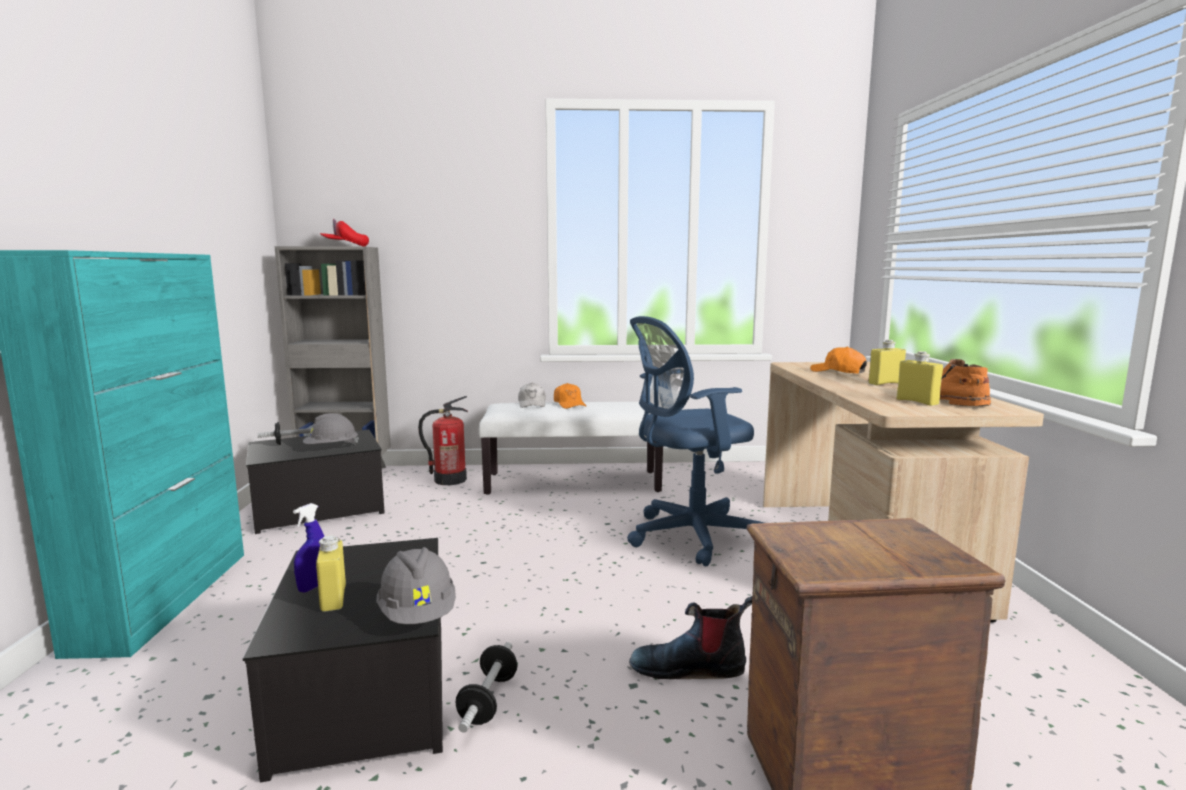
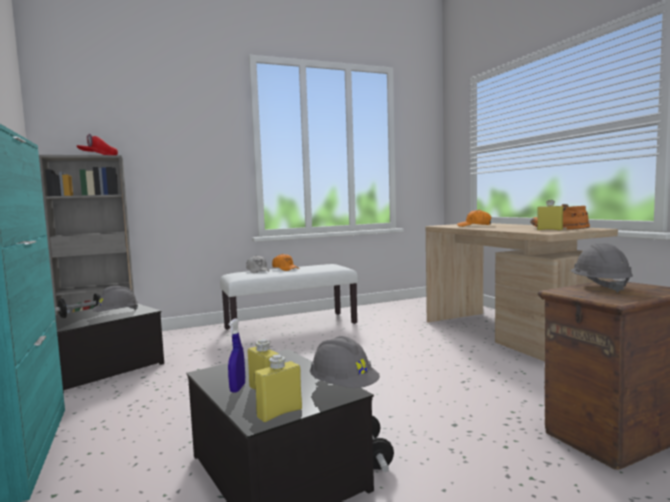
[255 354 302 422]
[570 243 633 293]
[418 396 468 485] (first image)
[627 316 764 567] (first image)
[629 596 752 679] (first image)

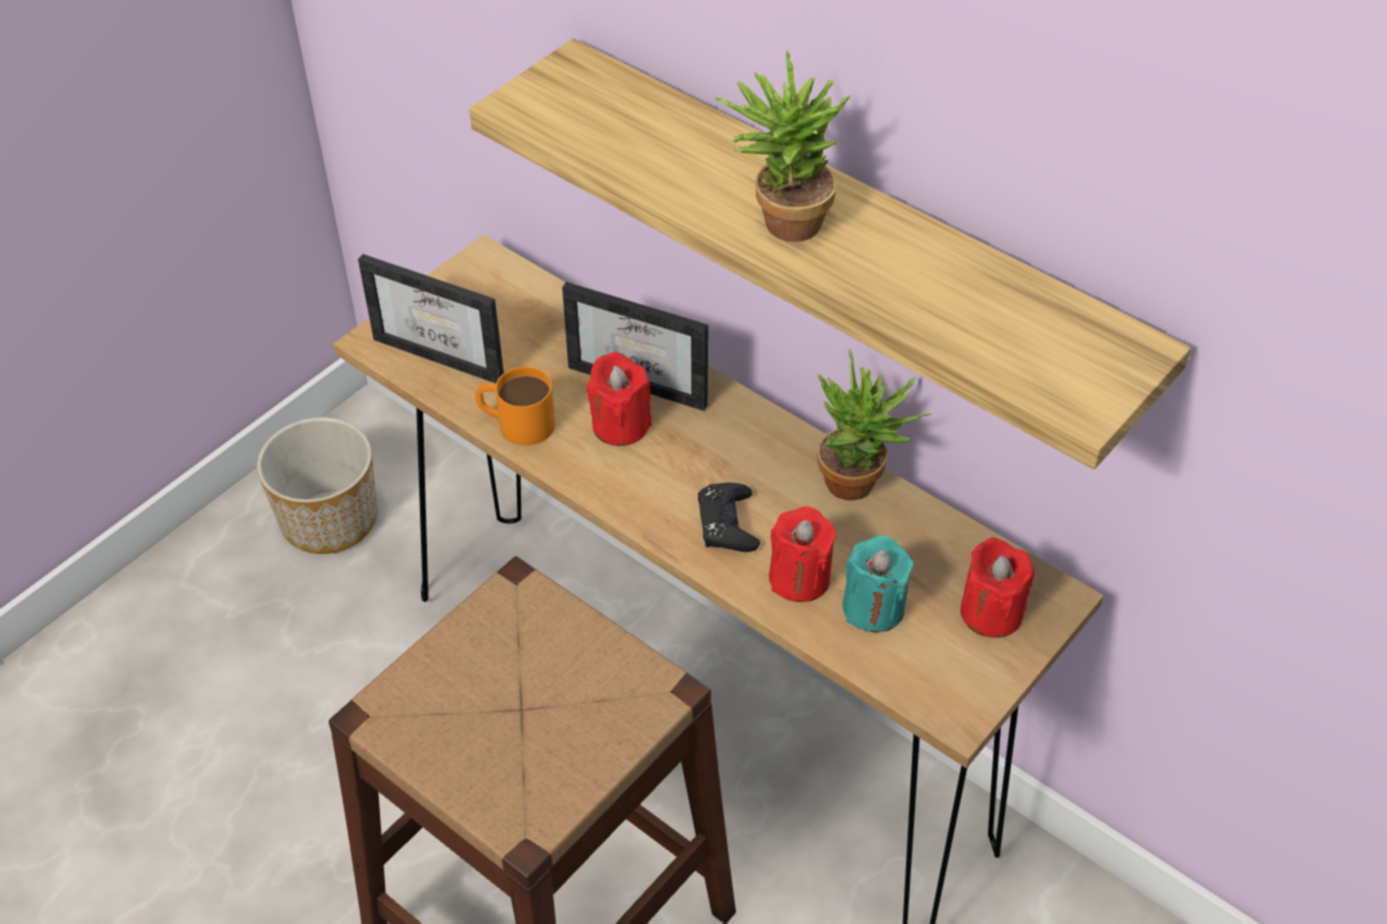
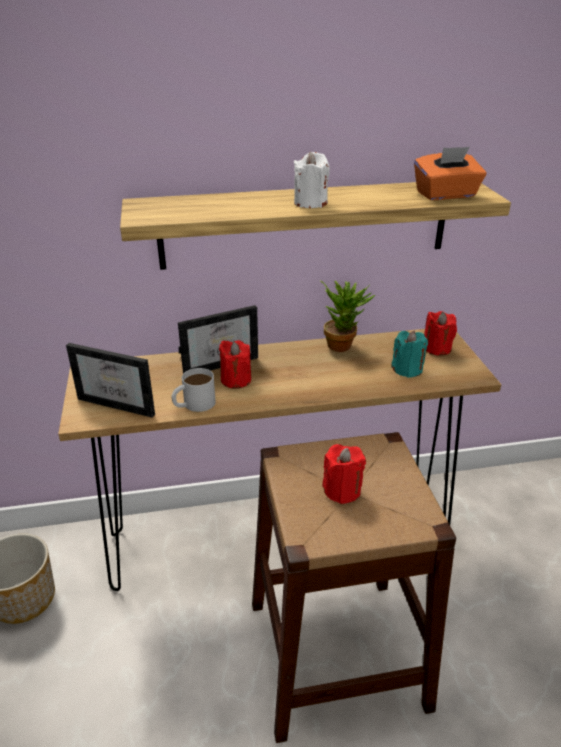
[66 343 155 418]
[171 368 216 412]
[294 152 330 208]
[322 444 366 504]
[414 147 486 200]
[698 483 760 552] (first image)

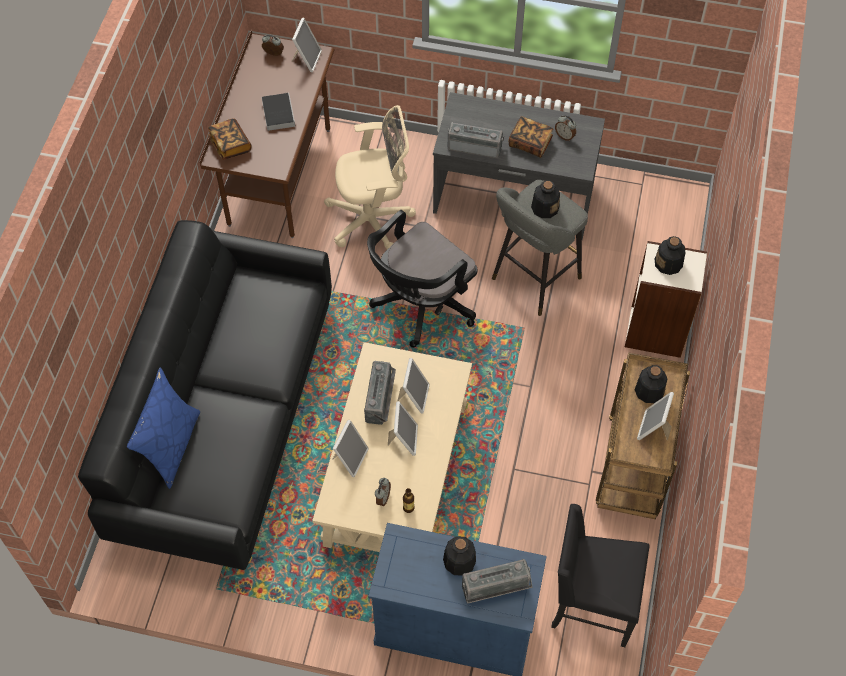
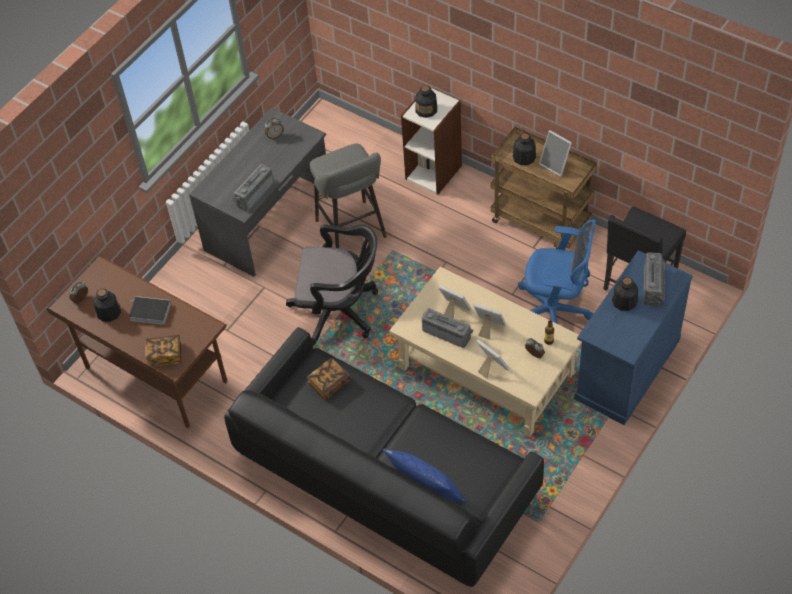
[93 289 121 322]
[286 224 378 346]
[307 358 350 400]
[518 219 596 324]
[292 18 322 72] (first image)
[324 105 416 249] (first image)

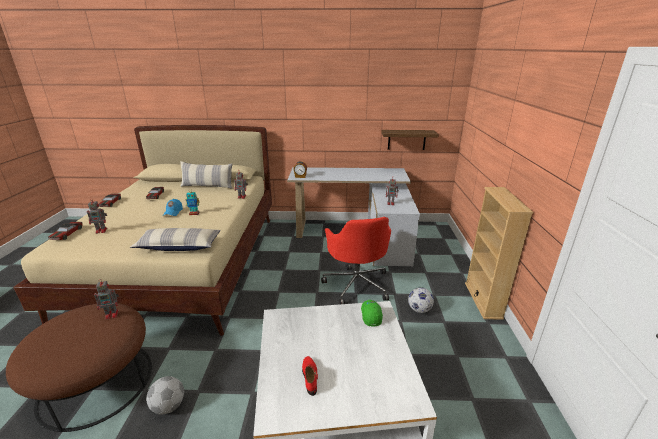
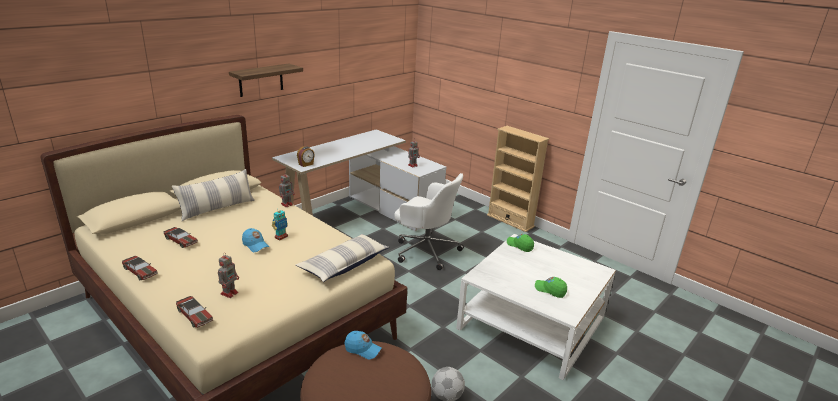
[229 64 303 97]
[345 331 382 359]
[394 173 464 270]
[535 277 567 298]
[408 287 434 313] (first image)

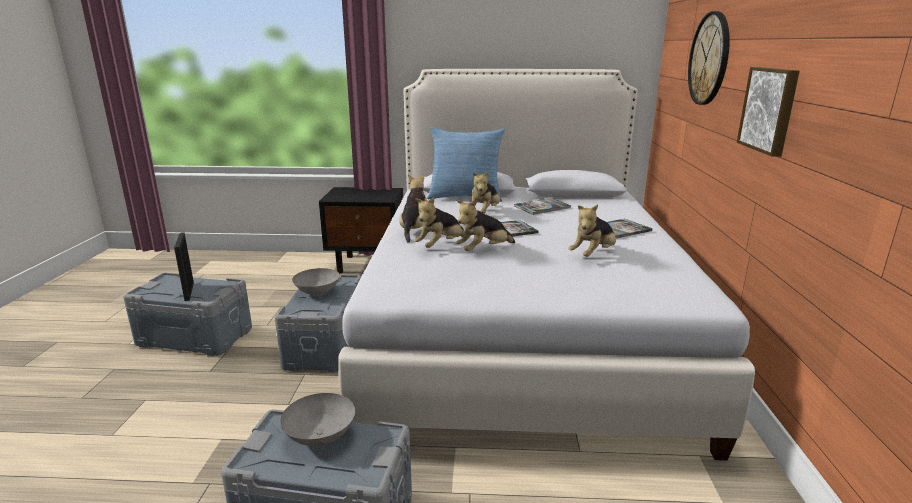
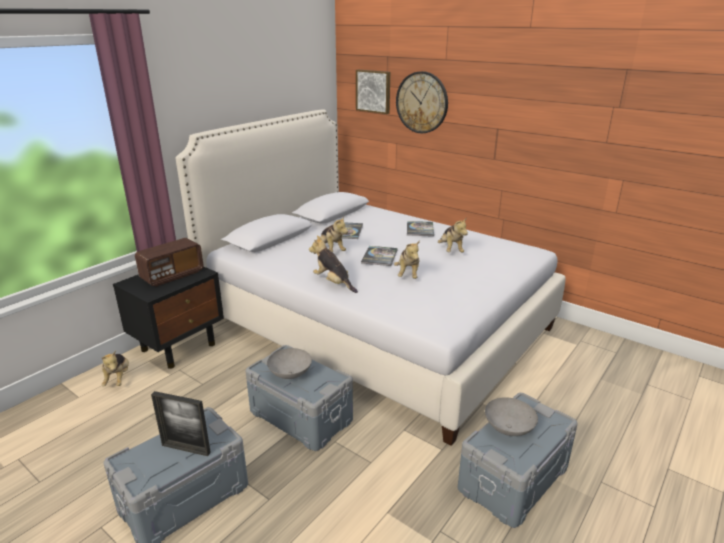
[101 350 129 387]
[135 238 204 287]
[356 70 390 114]
[427 127 505 202] (first image)

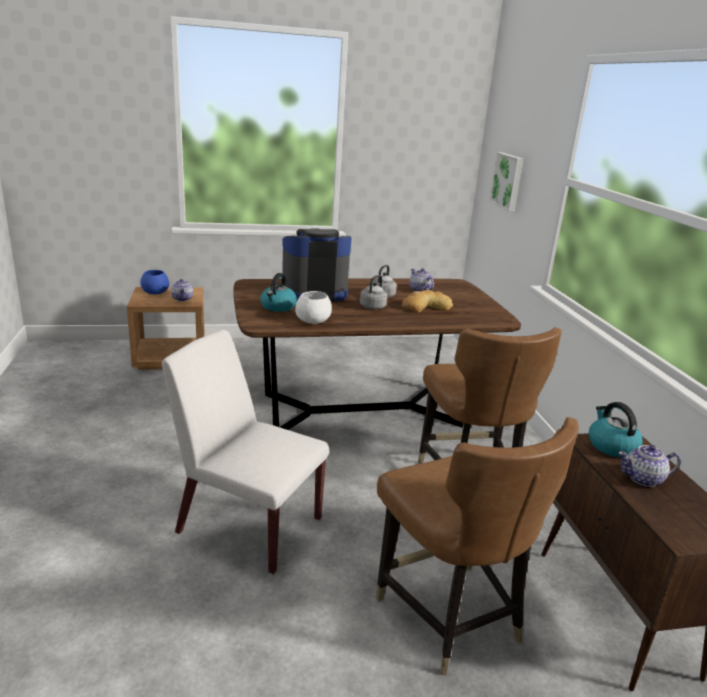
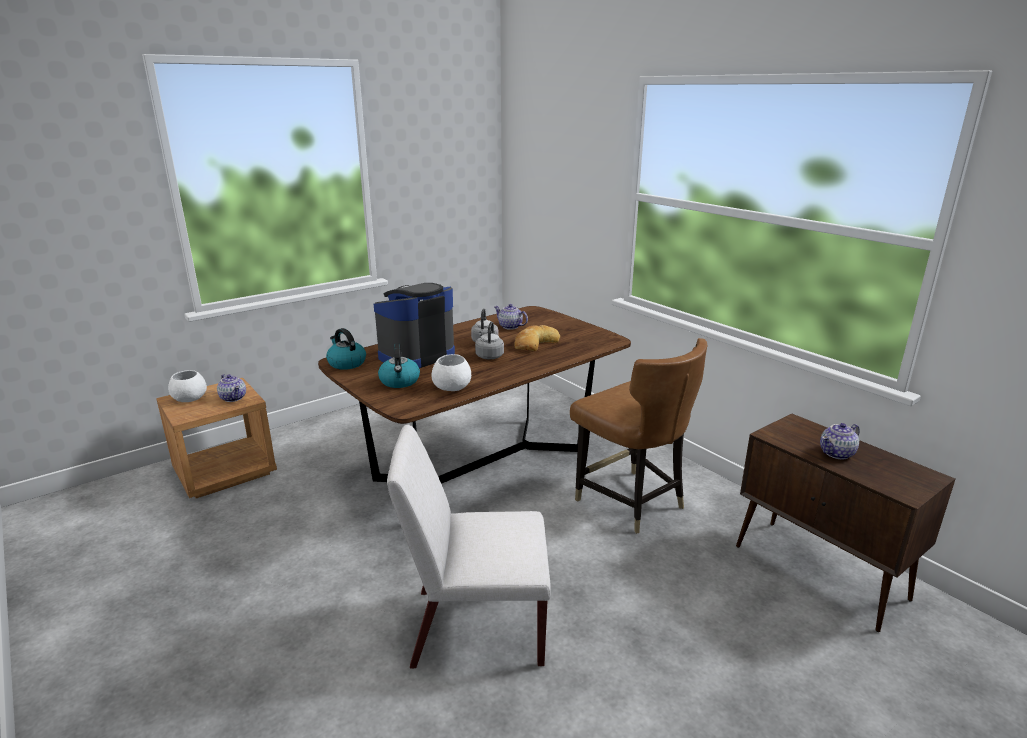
[168 370 207 402]
[326 328 366 370]
[376 417 579 675] (first image)
[489 152 523 212] (first image)

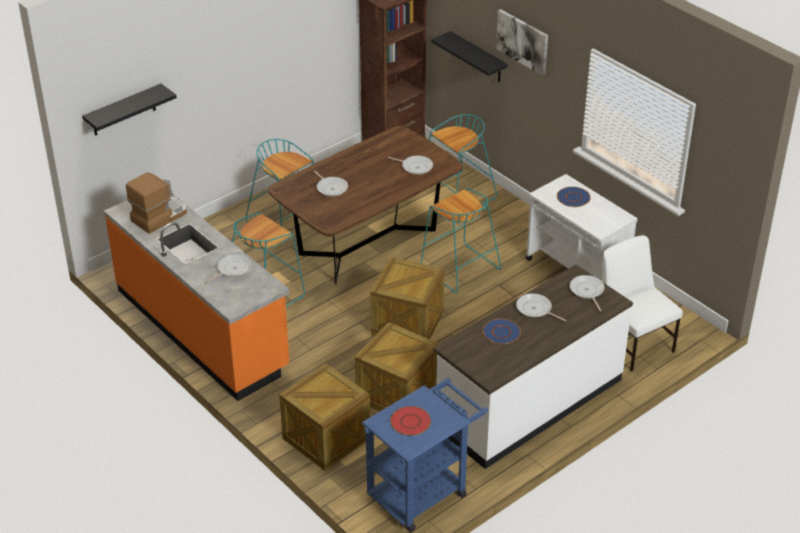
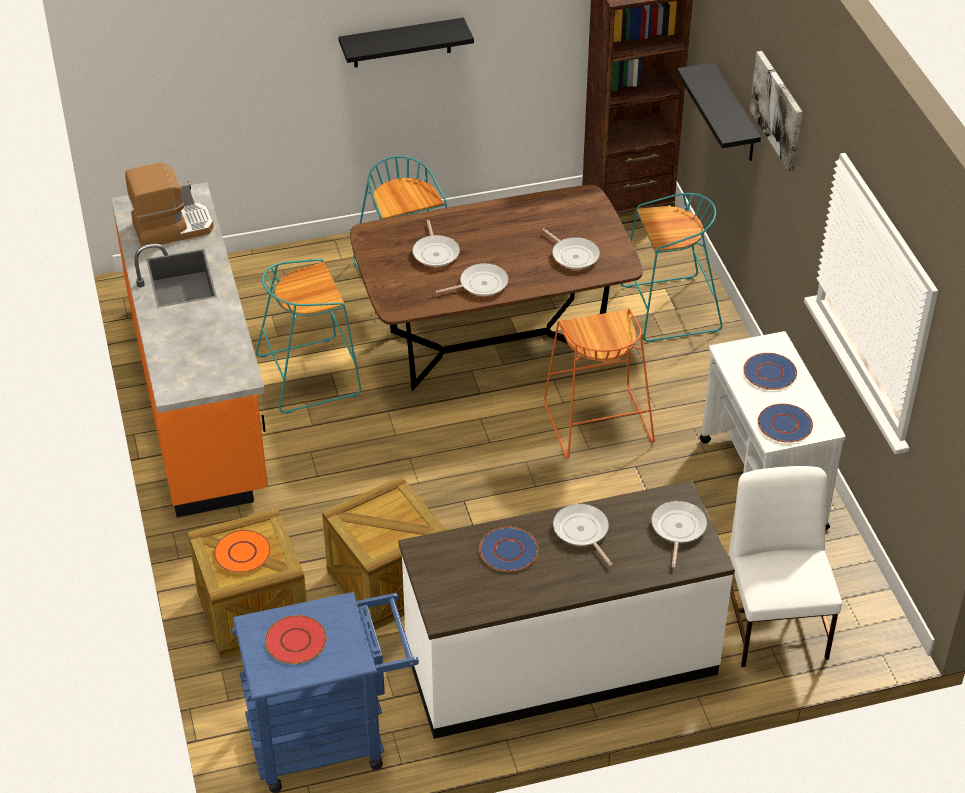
[214 530 271 573]
[338 18 474 67]
[436 263 508 296]
[544 308 655 459]
[758 404 813 443]
[370 257 445 339] (first image)

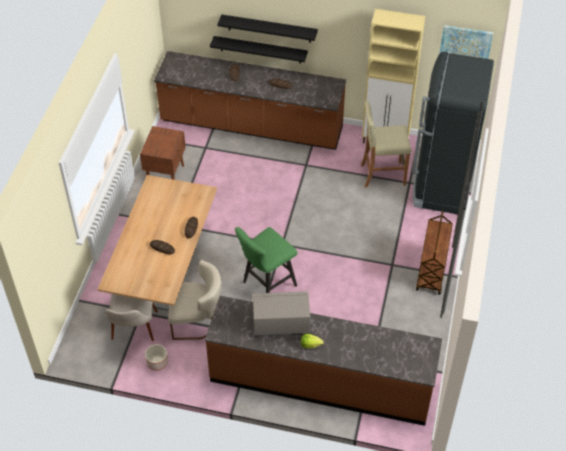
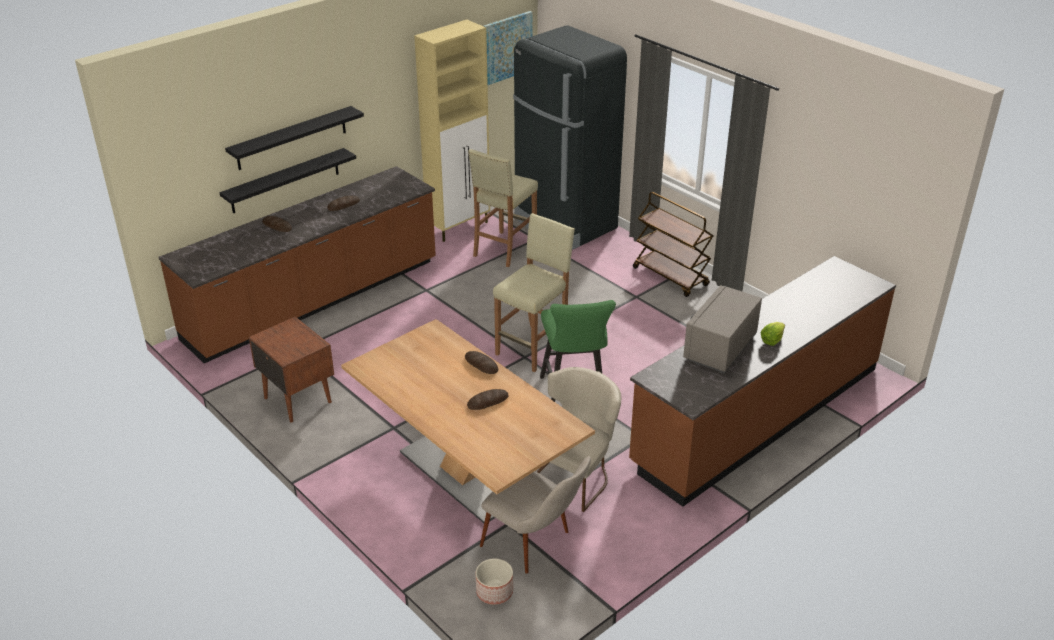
[476 558 513 605]
[493 213 575 372]

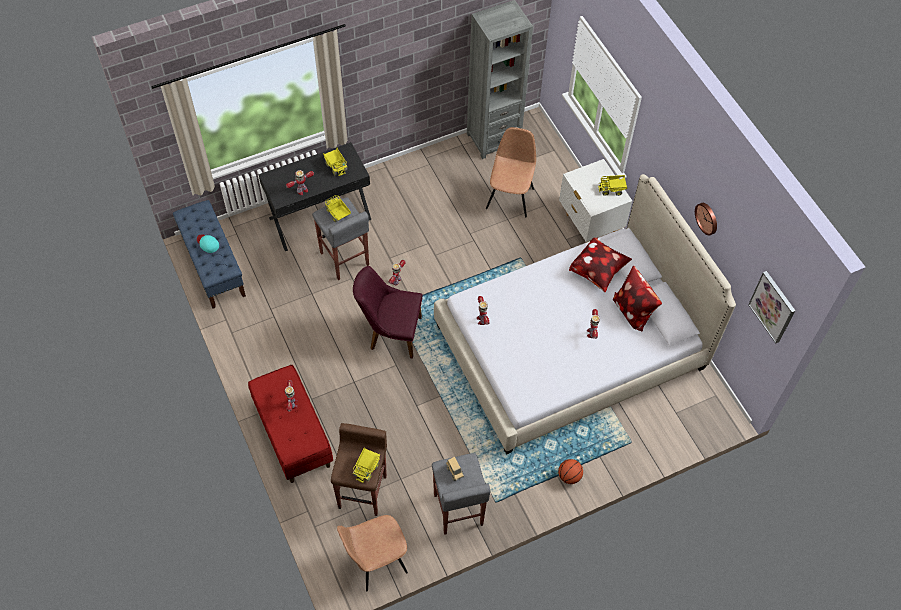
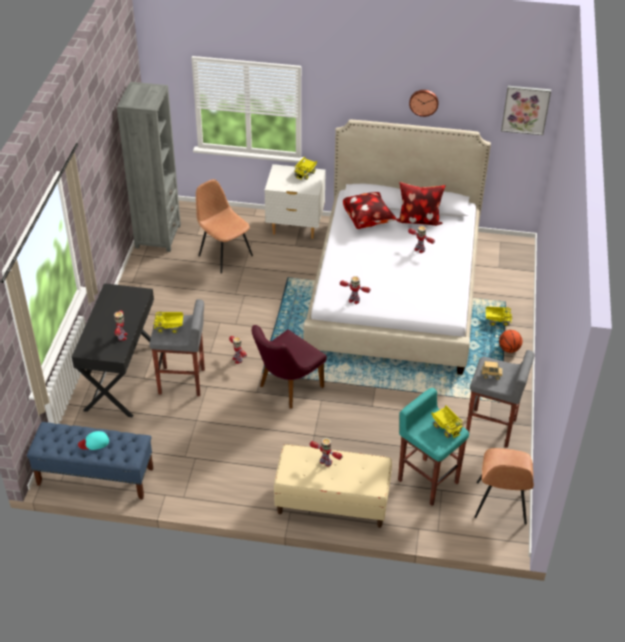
[274 444 392 528]
[398 388 469 506]
[486 306 512 326]

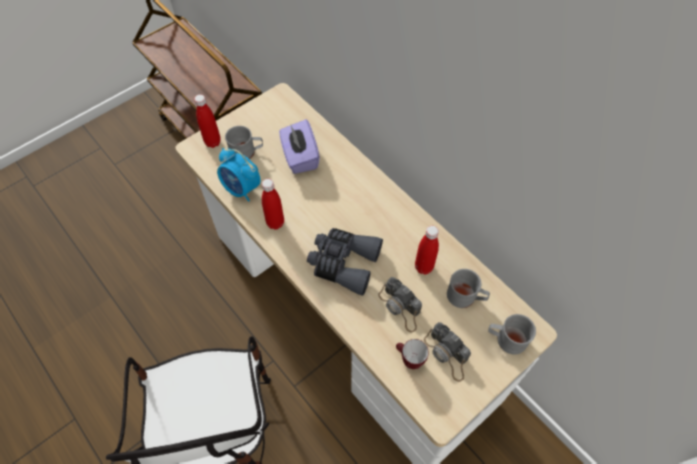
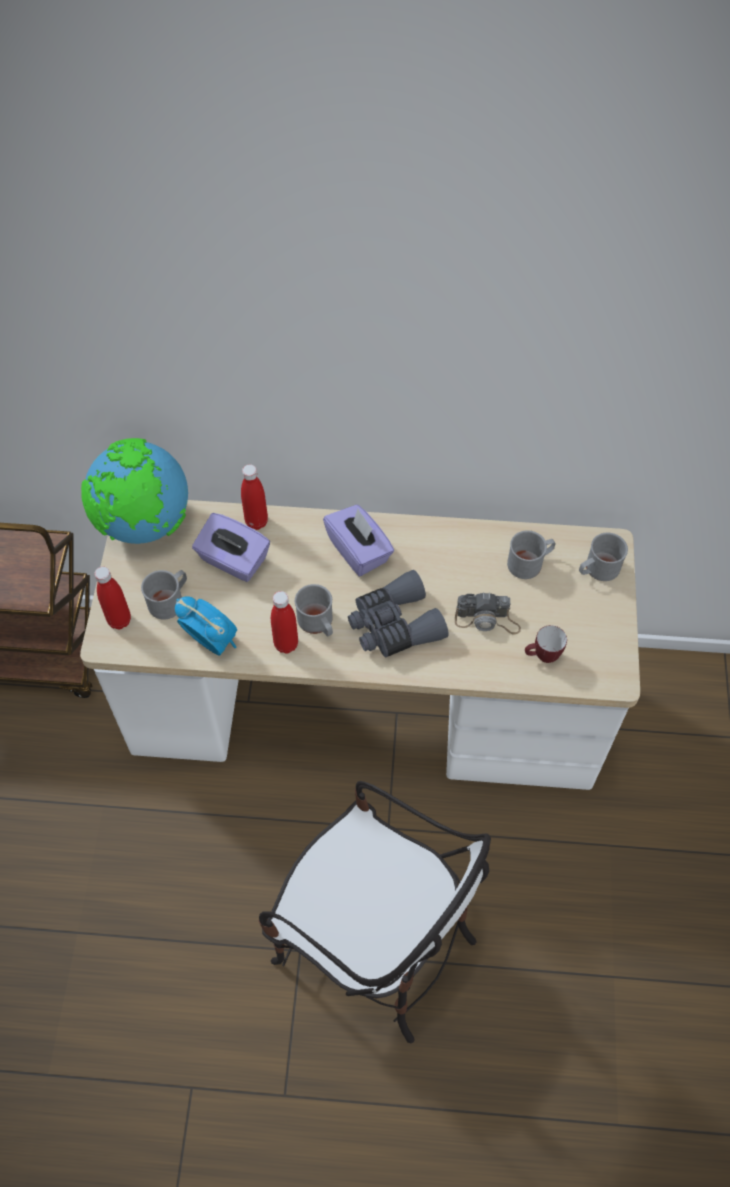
[81 438 188 544]
[175 596 237 656]
[241 464 268 530]
[295 584 333 636]
[323 504 394 576]
[424 322 471 382] (first image)

